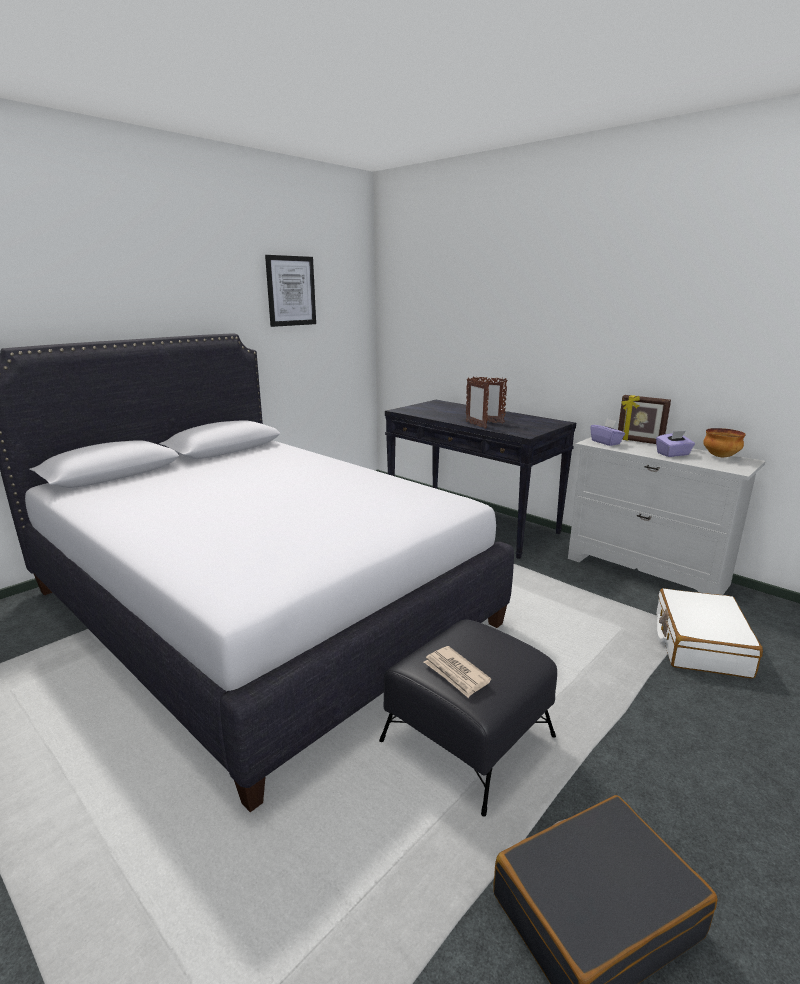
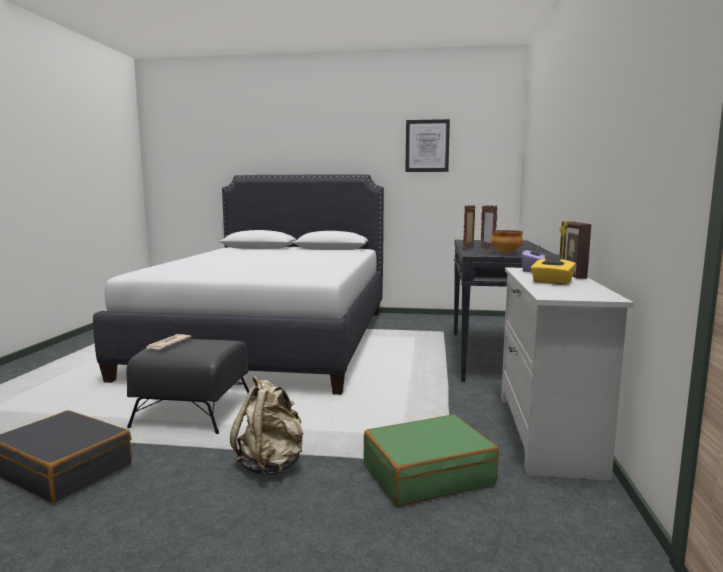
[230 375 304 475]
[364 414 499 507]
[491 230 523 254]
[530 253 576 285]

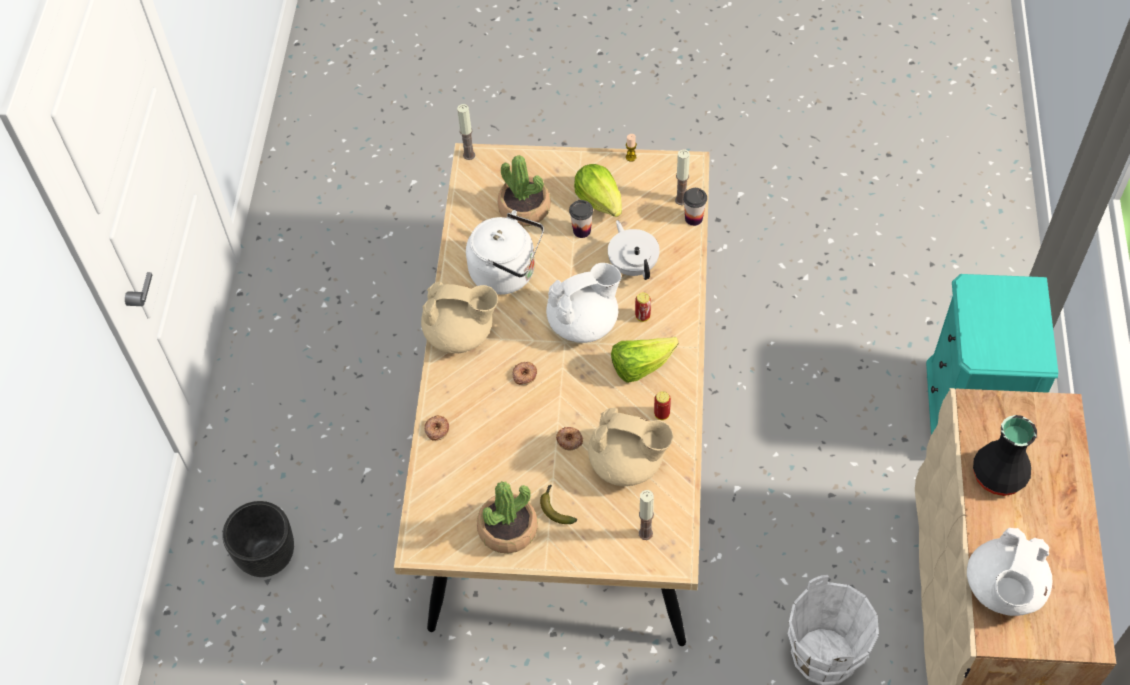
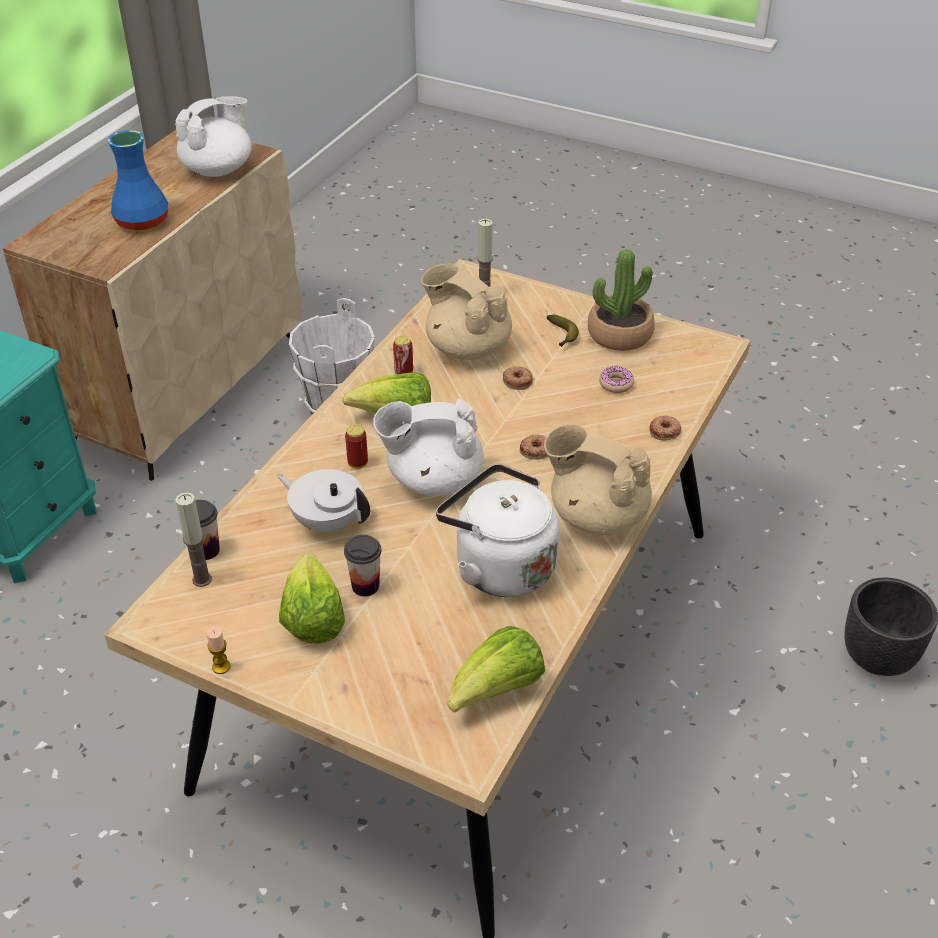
[108 130 168 232]
[277 469 370 534]
[447 626 545 712]
[599 366 634 393]
[457 104 475 160] (first image)
[498 155 551 227] (first image)

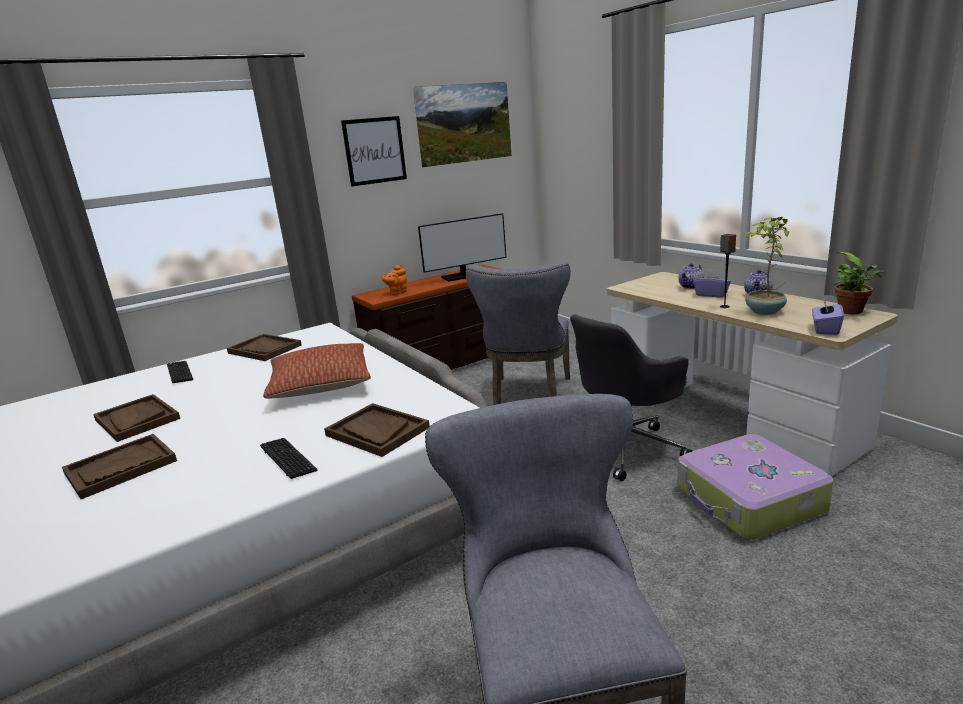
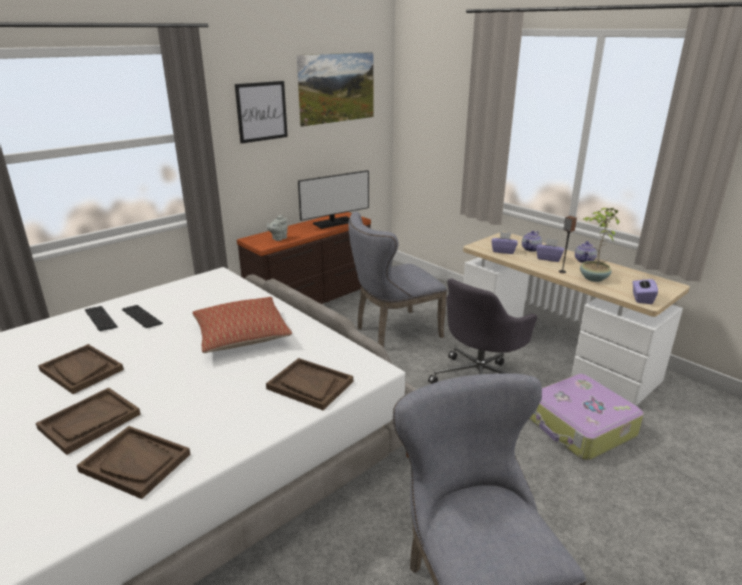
[77 426 190 499]
[122 305 163 328]
[267 215 288 241]
[348 211 447 347]
[491 232 518 254]
[833 252 885 314] (first image)

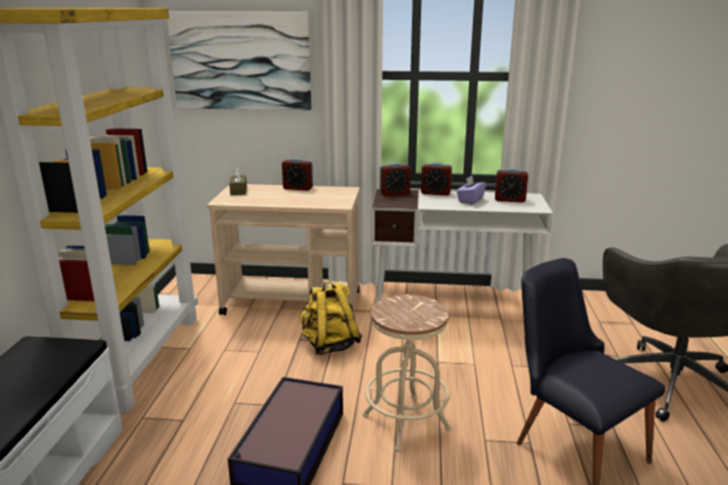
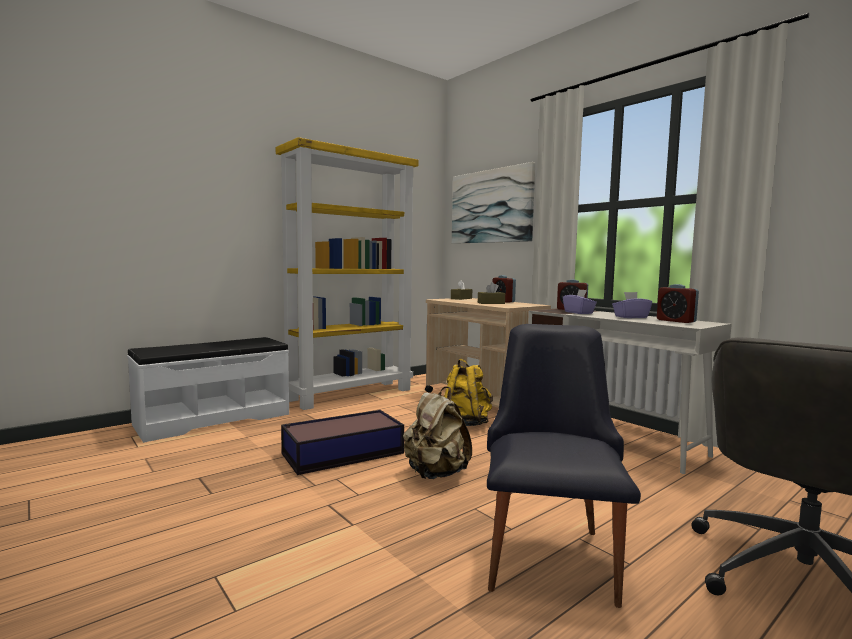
[403 387 472 479]
[478 282 505 304]
[563 289 597 314]
[421 162 452 196] (first image)

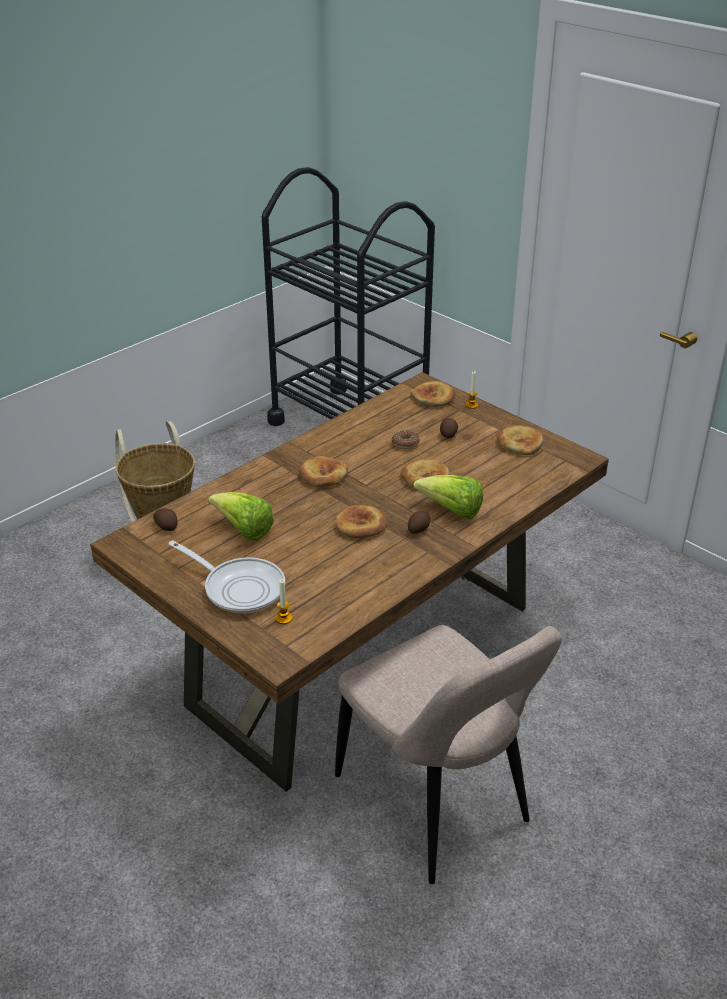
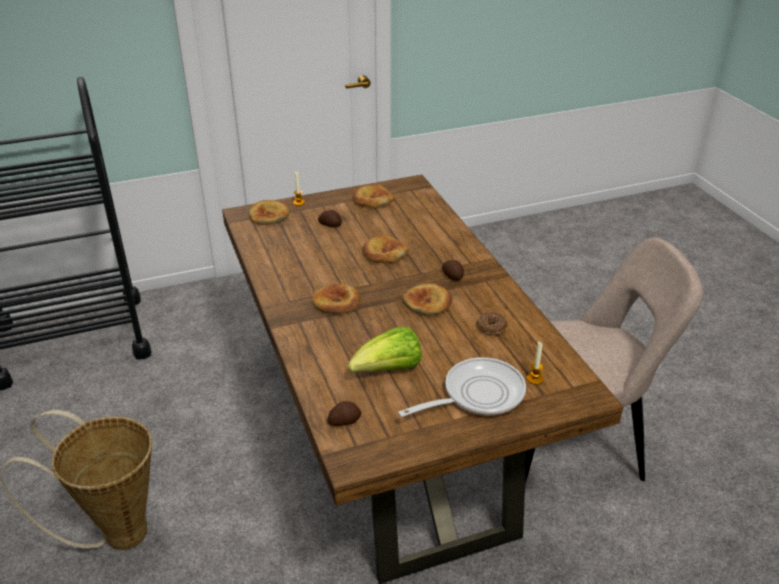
[476 312 507 335]
[413 475 483 520] (first image)

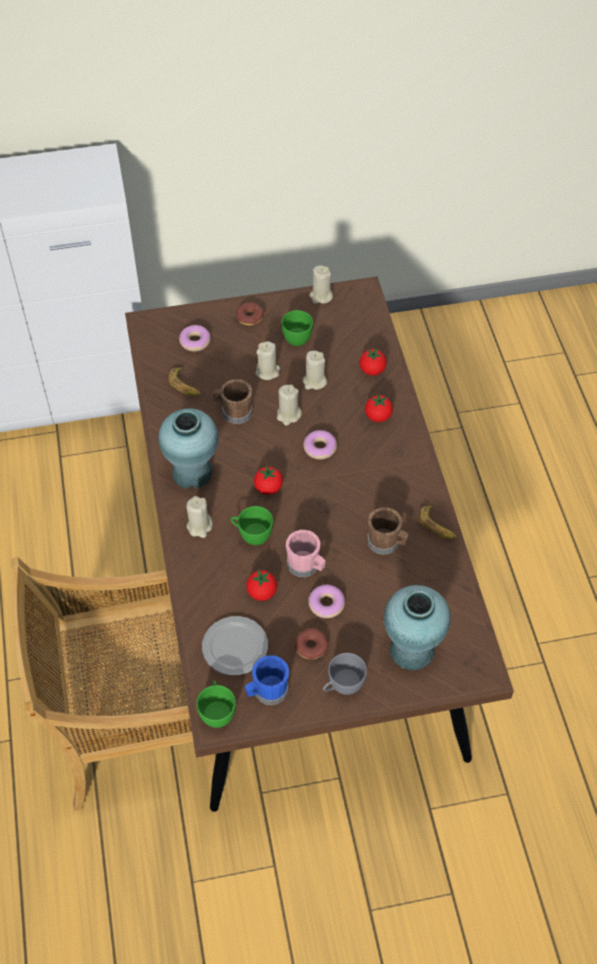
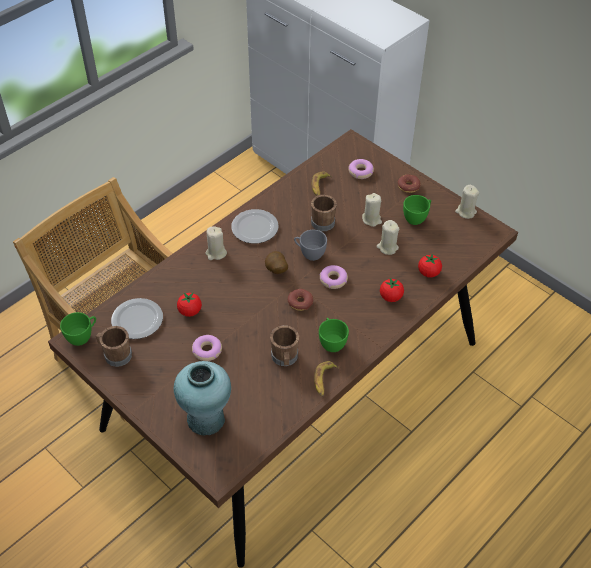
[96 326 132 367]
[231 209 278 244]
[265 251 288 274]
[288 289 314 311]
[294 230 327 261]
[319 318 349 352]
[277 384 302 426] (first image)
[286 530 326 577] (first image)

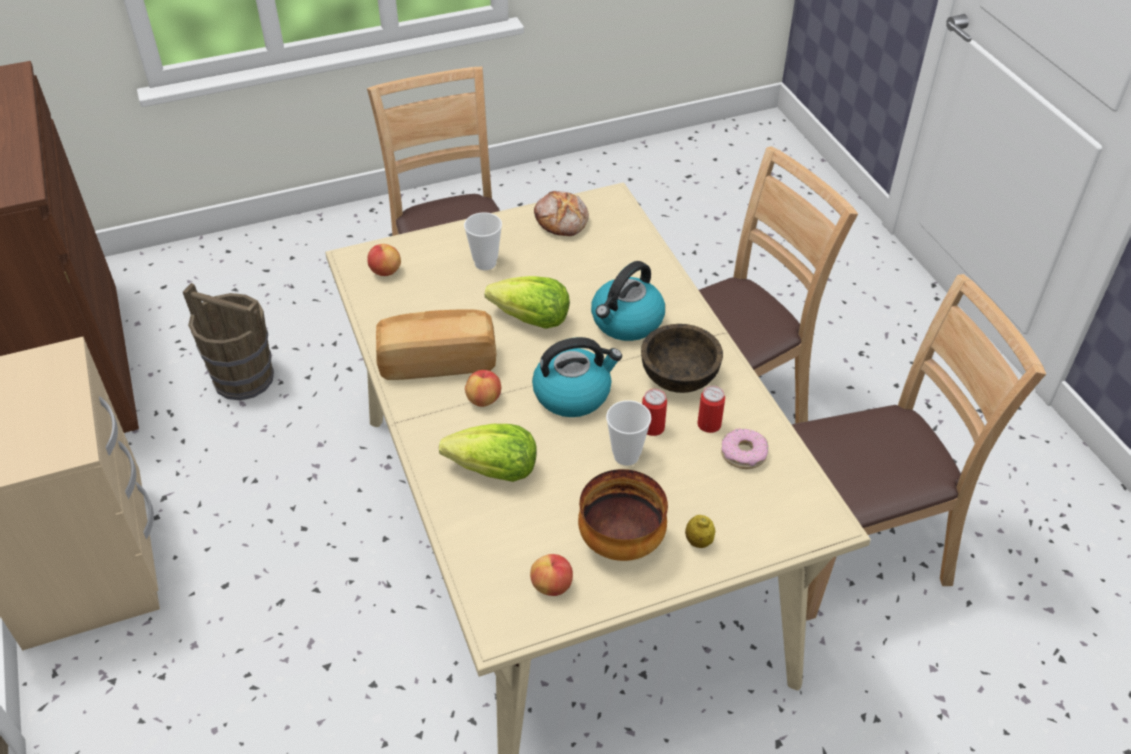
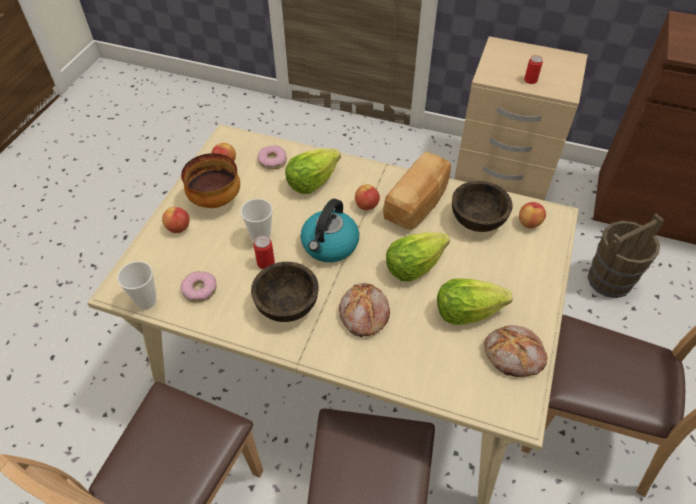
[117 261 157 309]
[162 207 189 233]
[257 145 287 170]
[339 283 390 337]
[437 278 512 325]
[452 181 513 232]
[524 55 543 84]

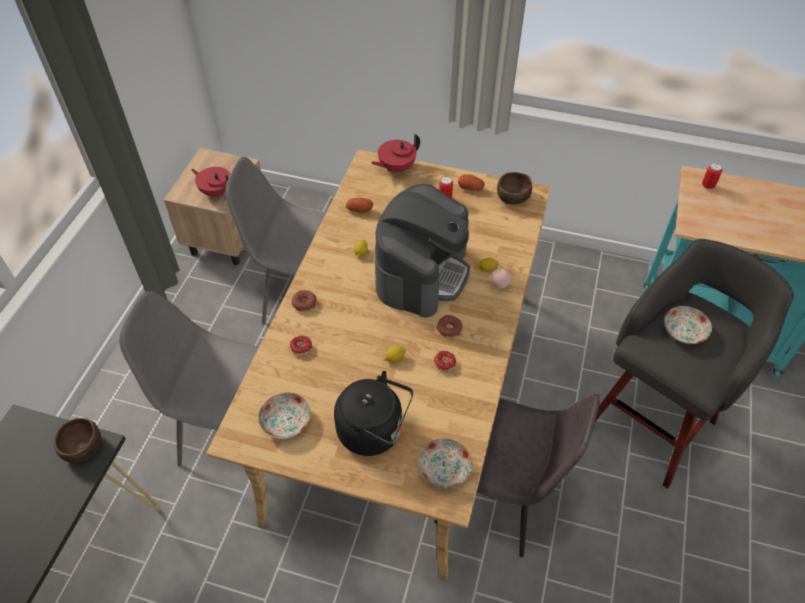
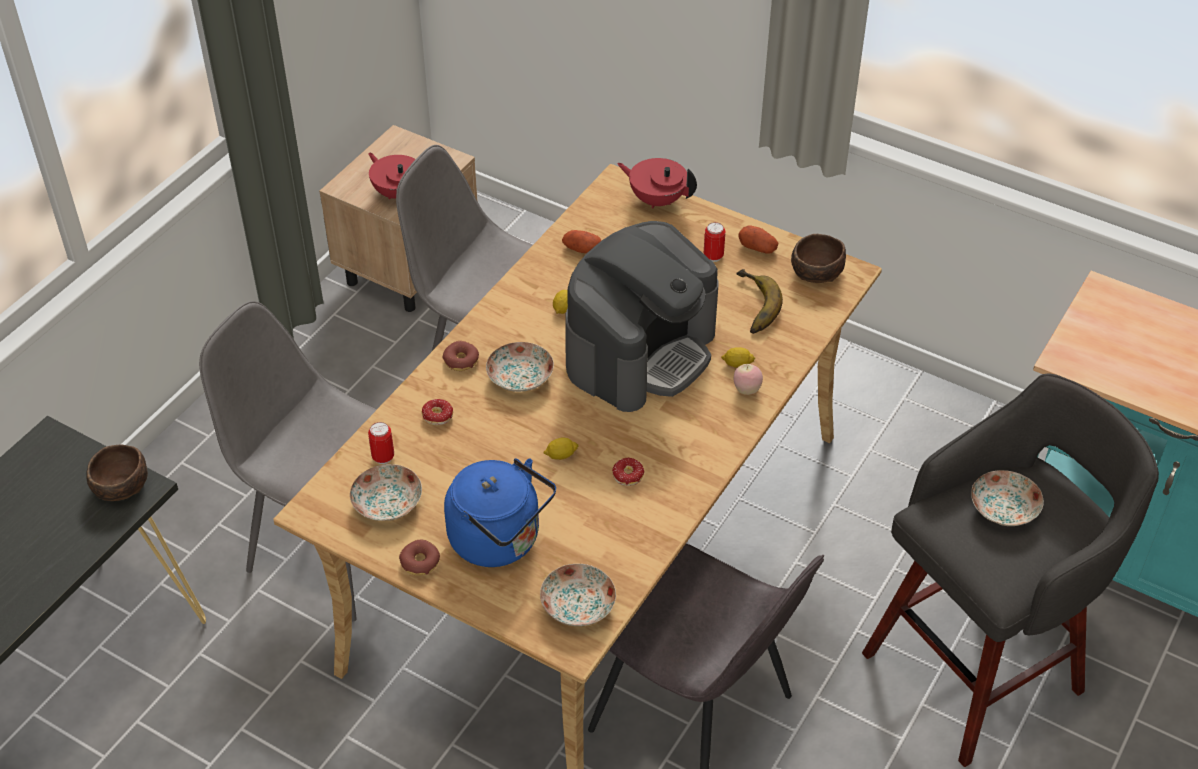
[368 422 394 464]
[399 539 440 576]
[444 458 556 567]
[486 342 554 392]
[617 158 697 209]
[736 269 783 334]

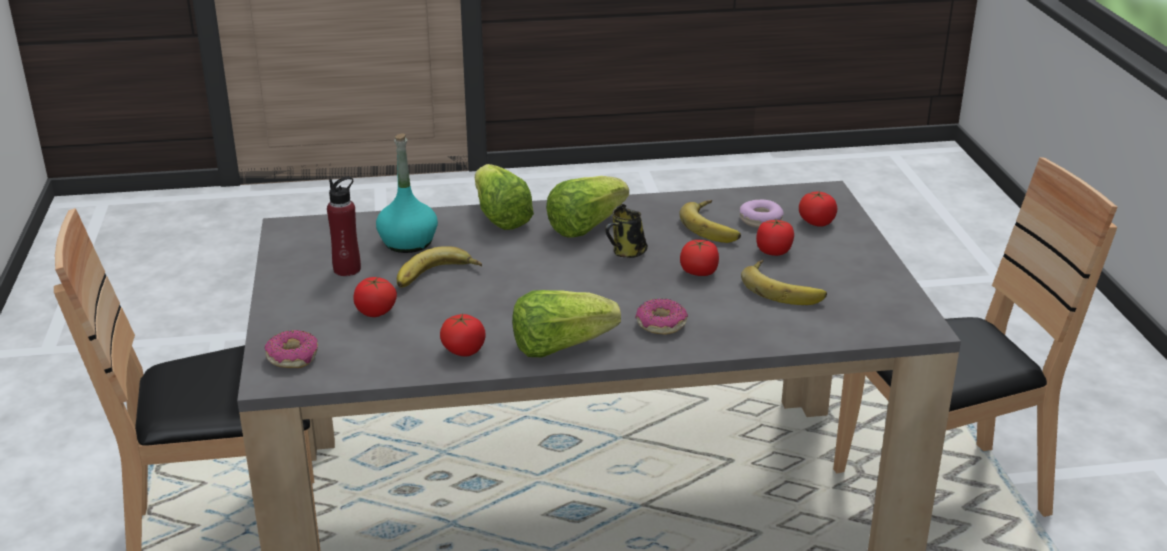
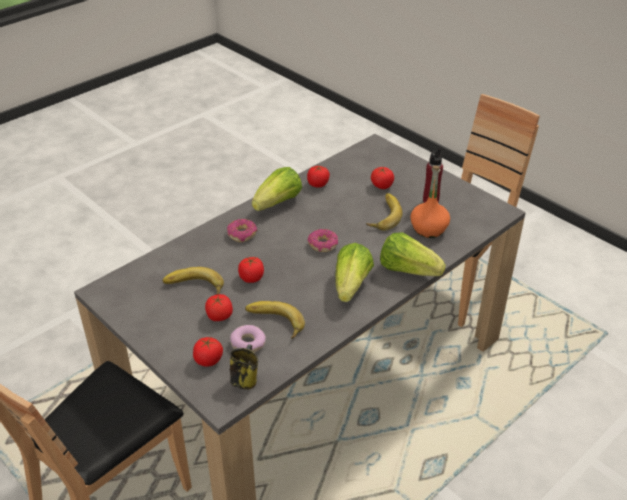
[230 344 258 390]
[308 229 338 252]
[410 166 450 238]

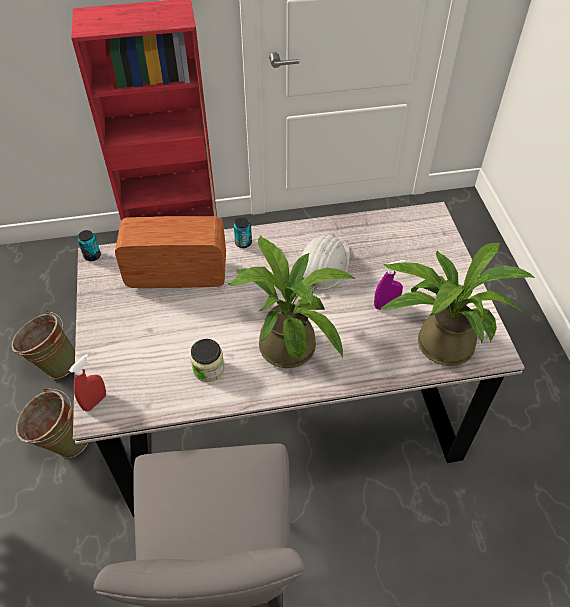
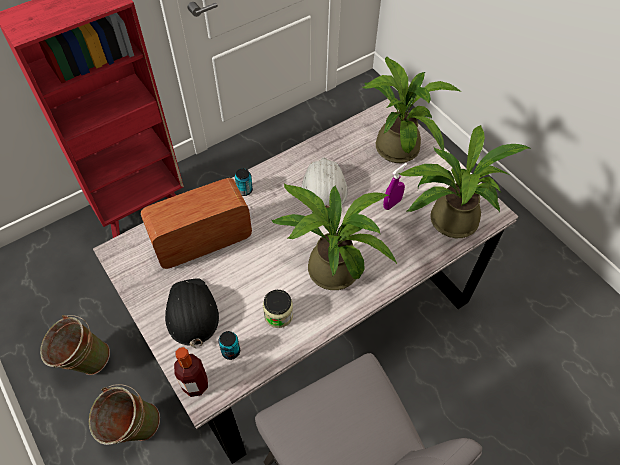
[165 278 219 349]
[174 347 208 397]
[218 331 240 360]
[362 57 461 163]

